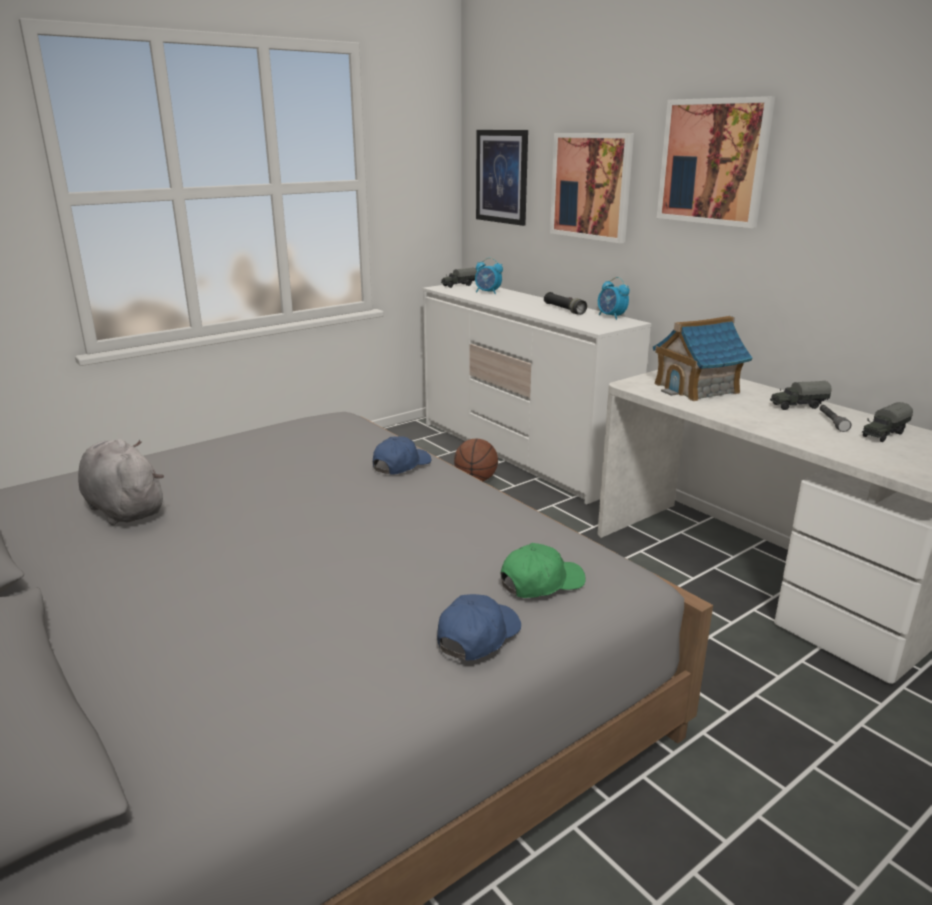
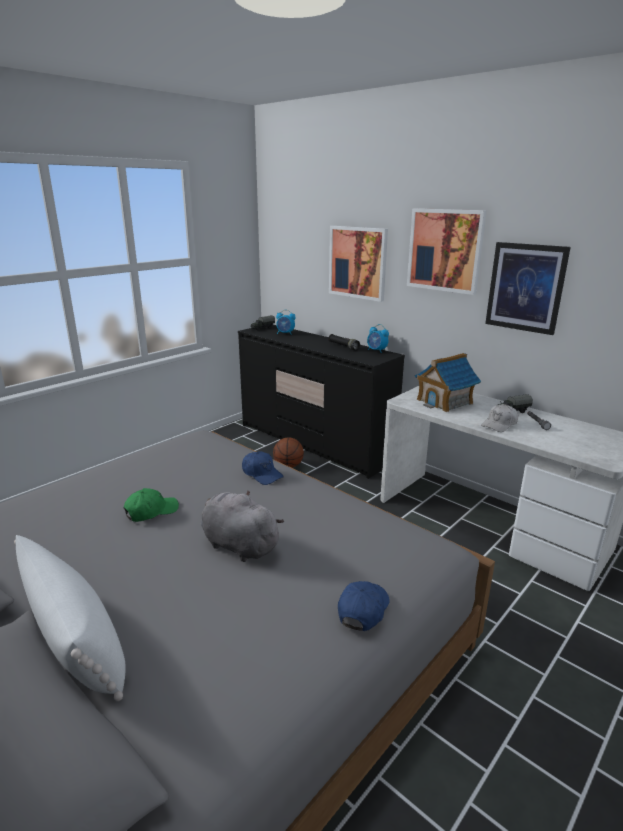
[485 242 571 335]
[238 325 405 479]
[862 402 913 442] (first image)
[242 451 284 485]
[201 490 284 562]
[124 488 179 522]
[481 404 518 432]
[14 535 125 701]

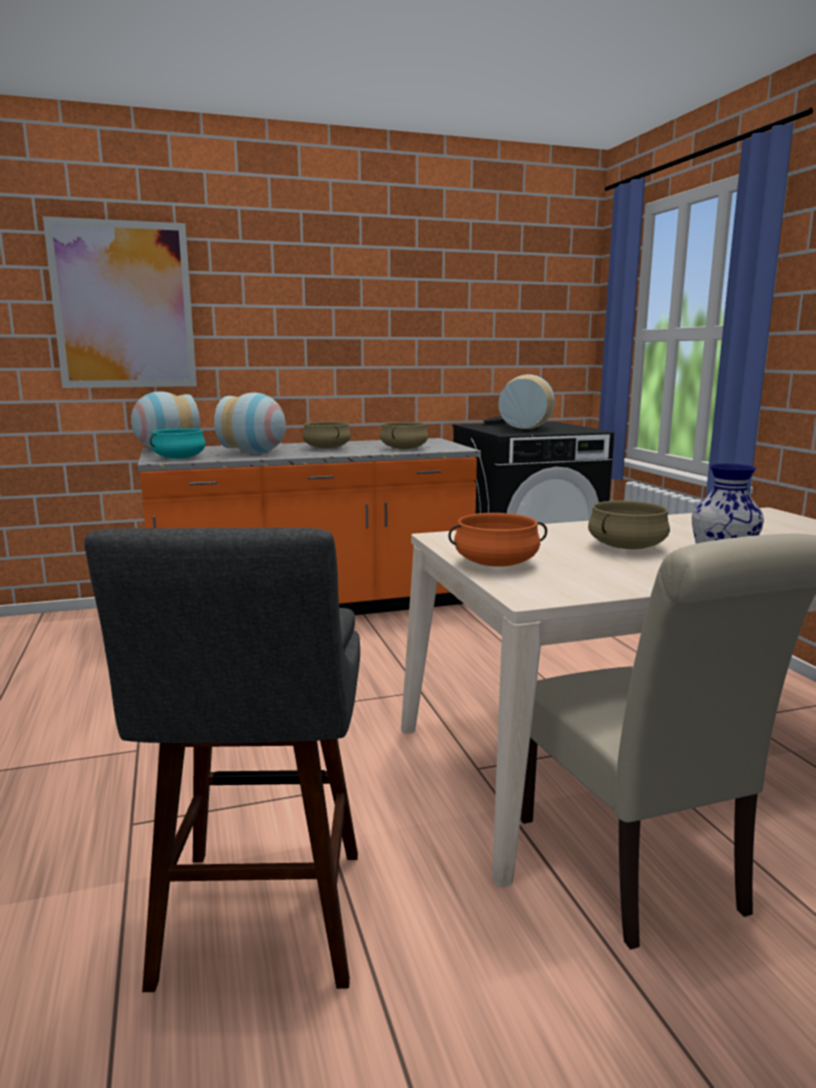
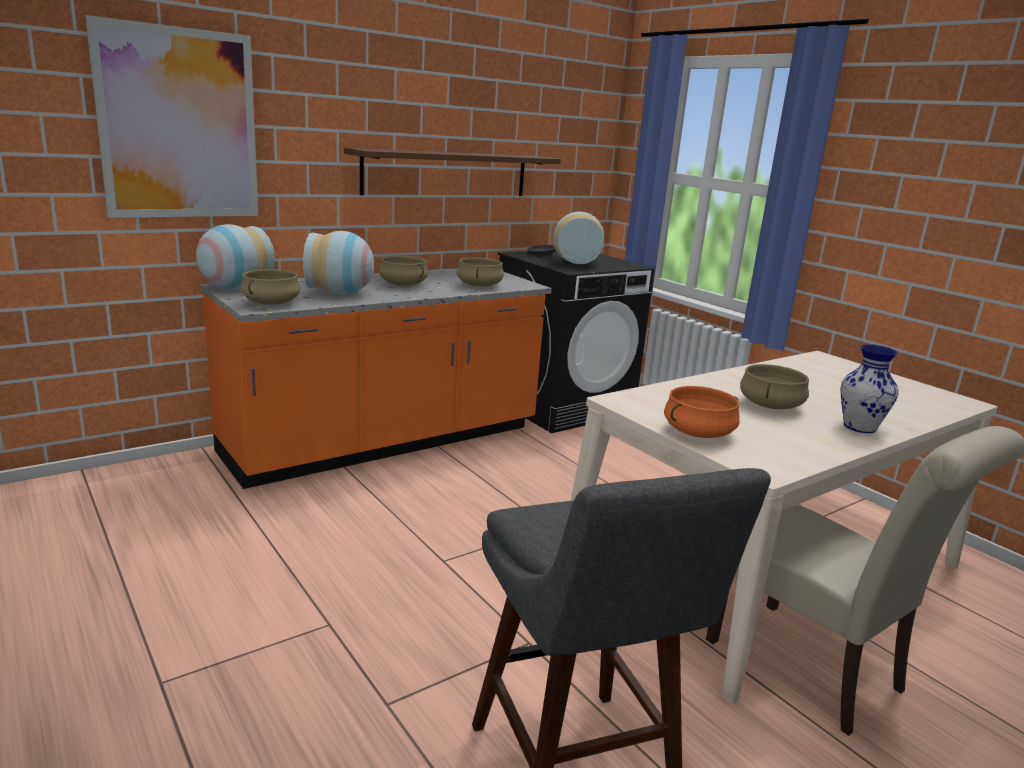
[241 269 300 305]
[344 147 561 196]

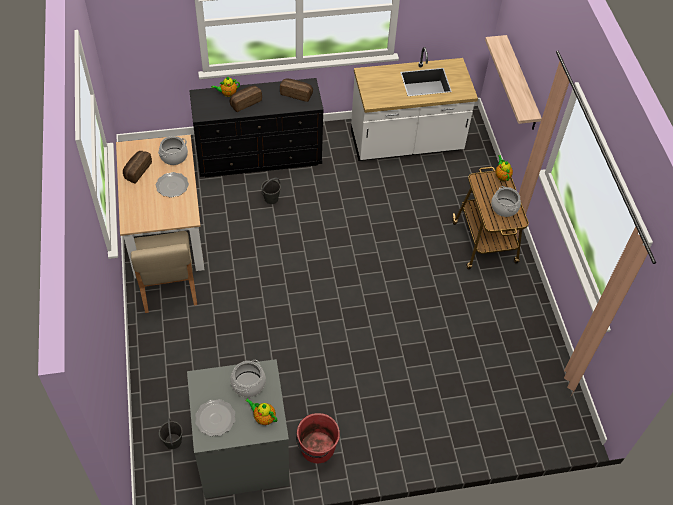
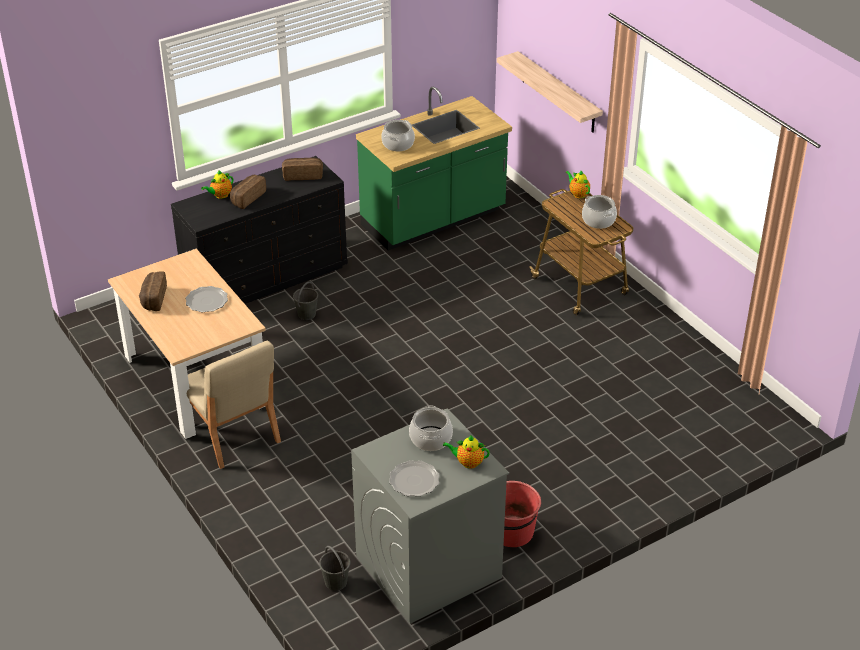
[356 86 512 251]
[381 120 415 151]

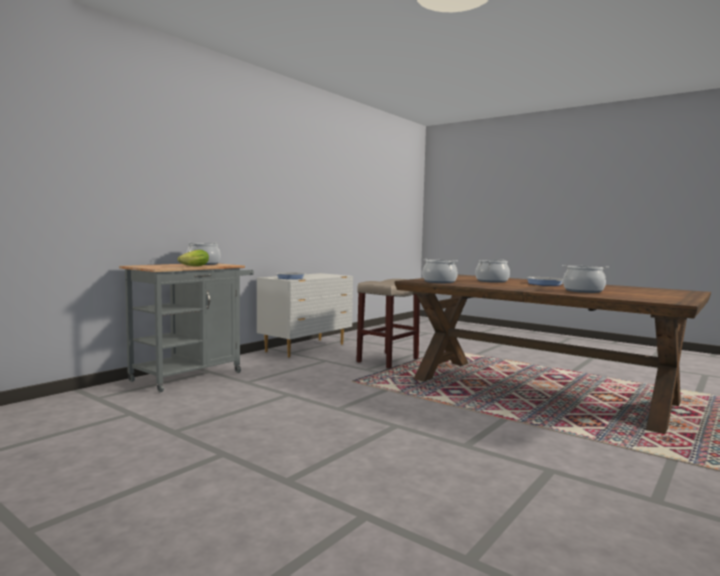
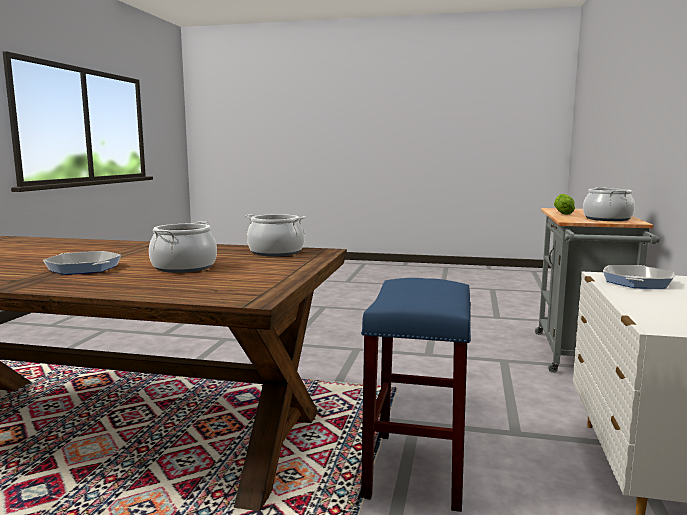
[562 265 609 293] (first image)
[361 278 471 512]

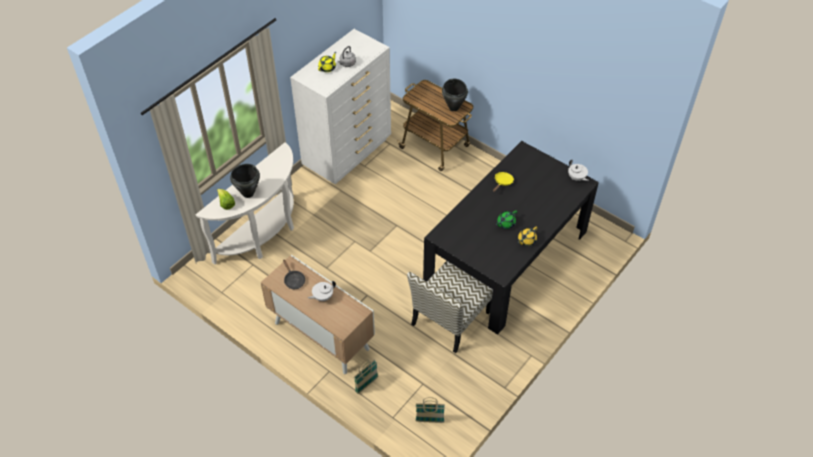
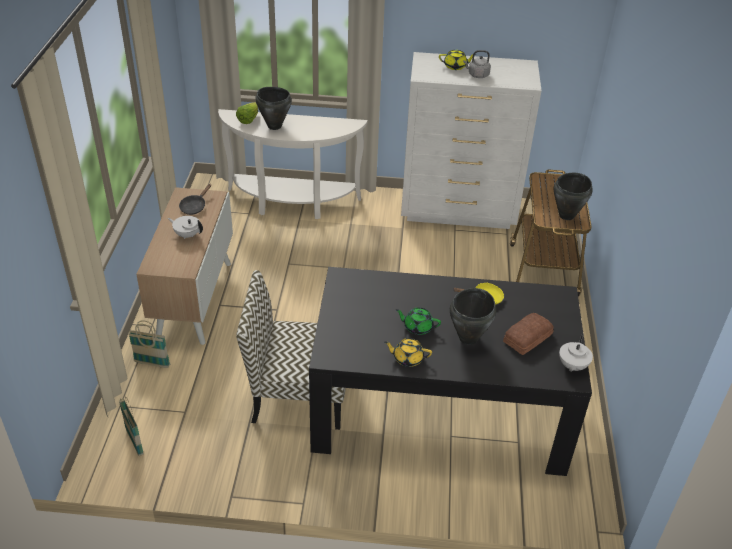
[450 288 496 345]
[503 313 554 355]

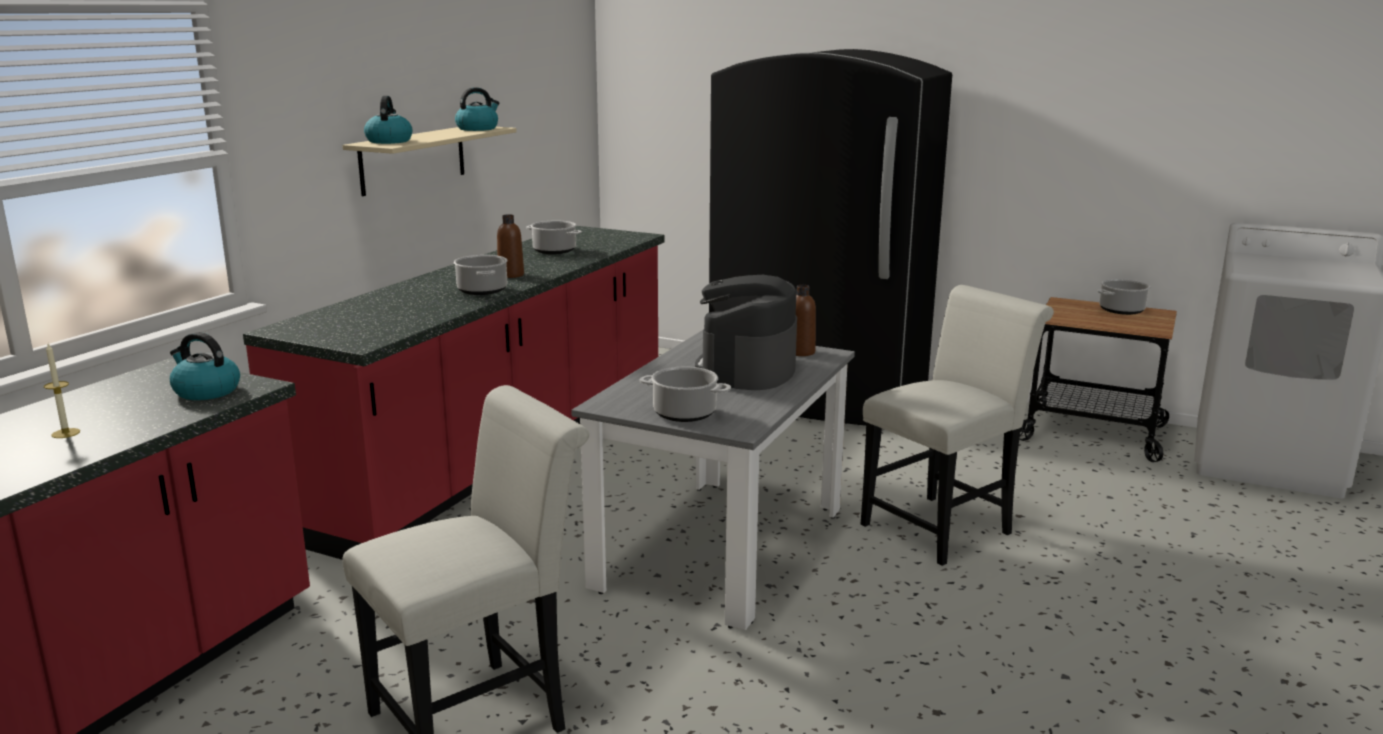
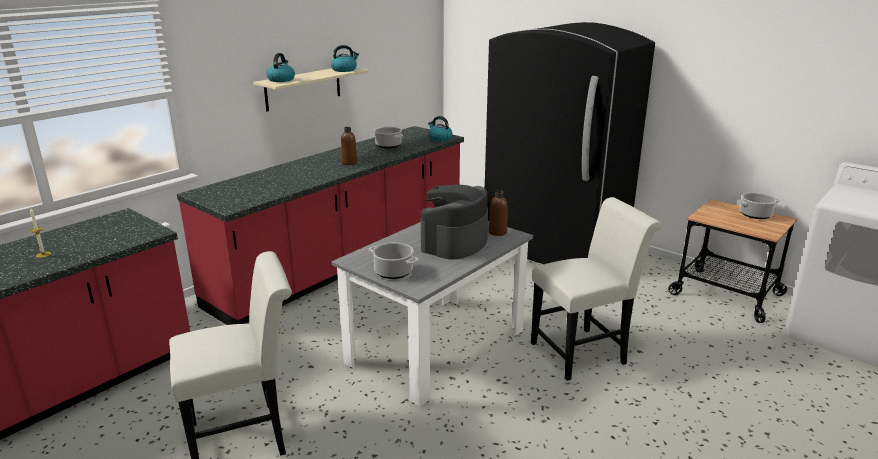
[454 255 508 295] (first image)
[428 116 452 141]

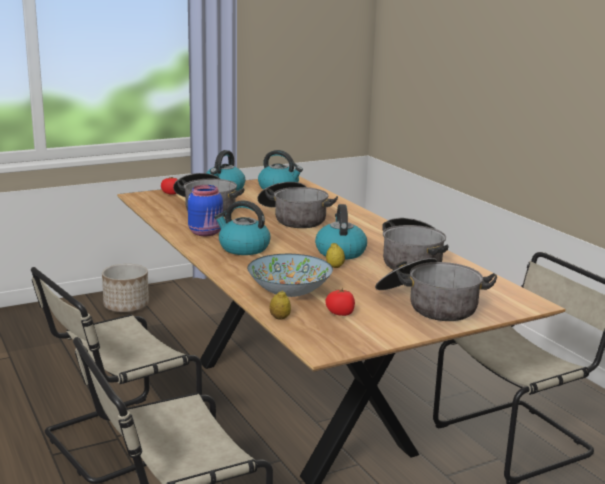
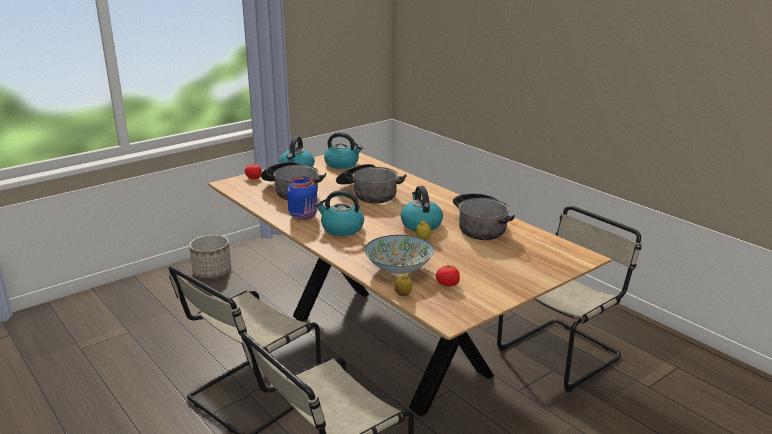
[375 258 497 321] (first image)

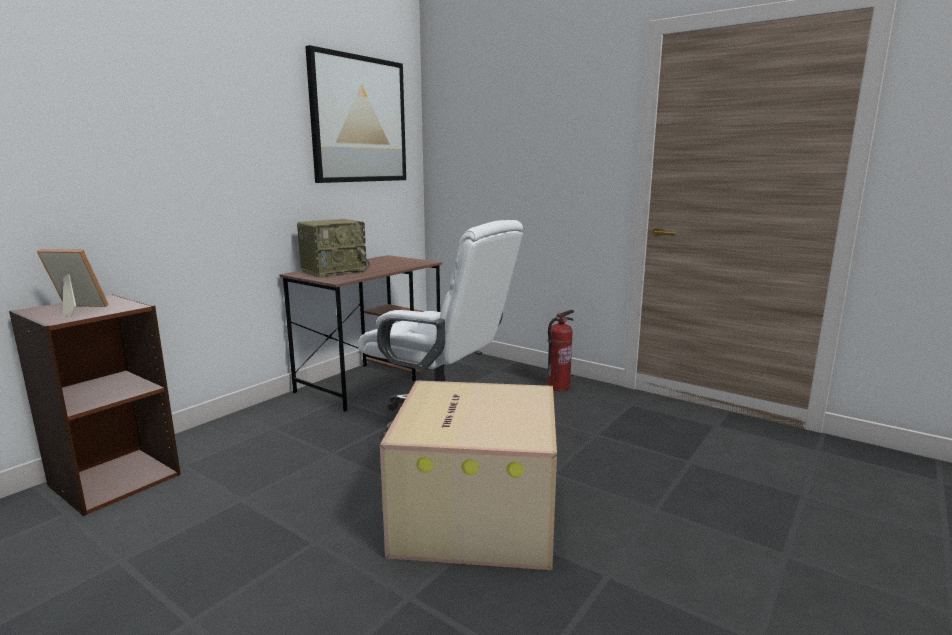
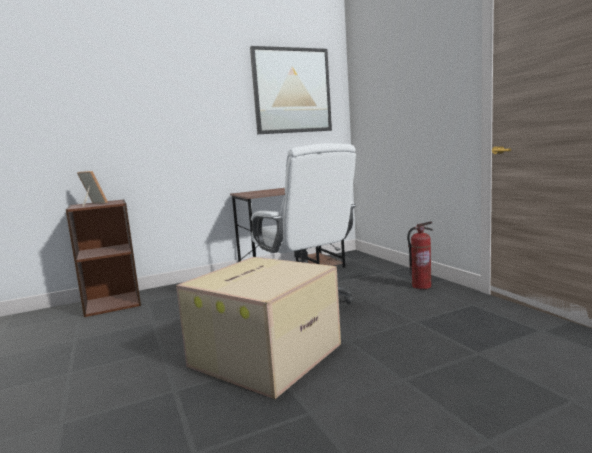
[297 219 370 278] (first image)

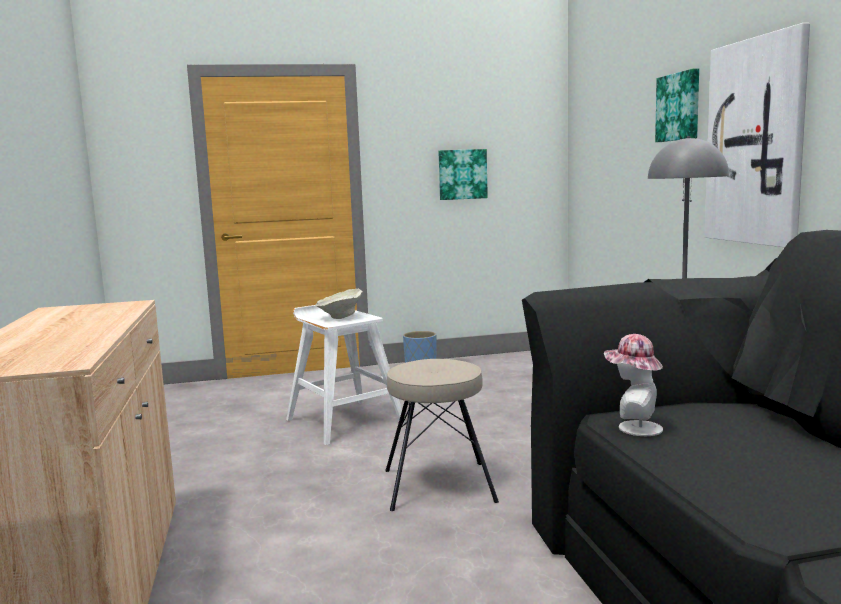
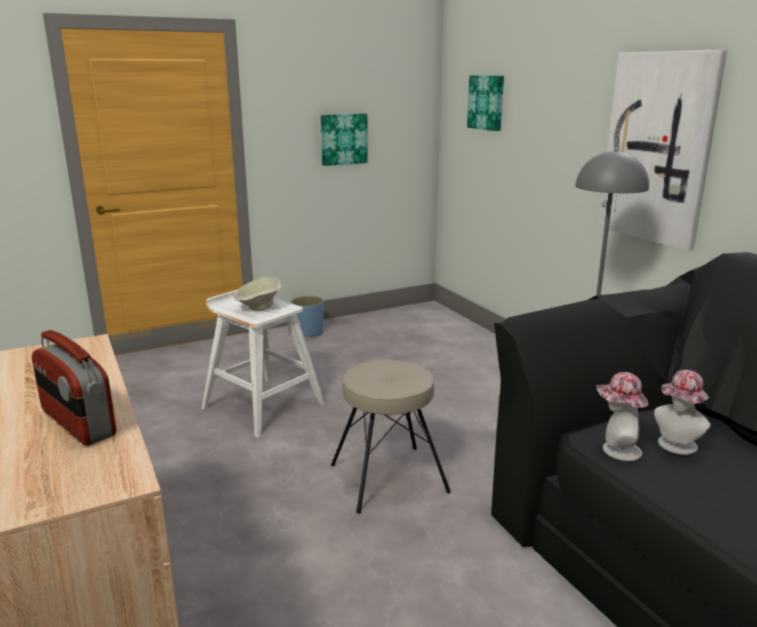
[467 75 504 131]
[32 330 116 446]
[654 370 711 455]

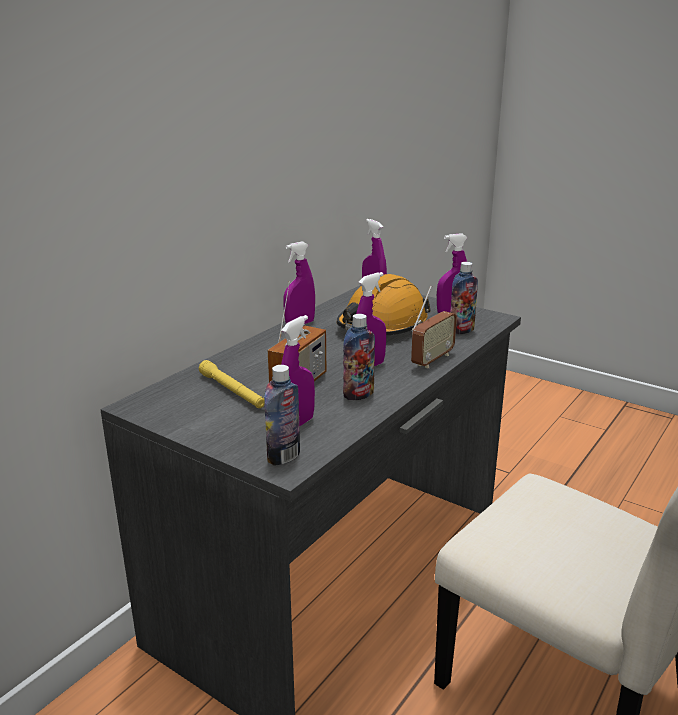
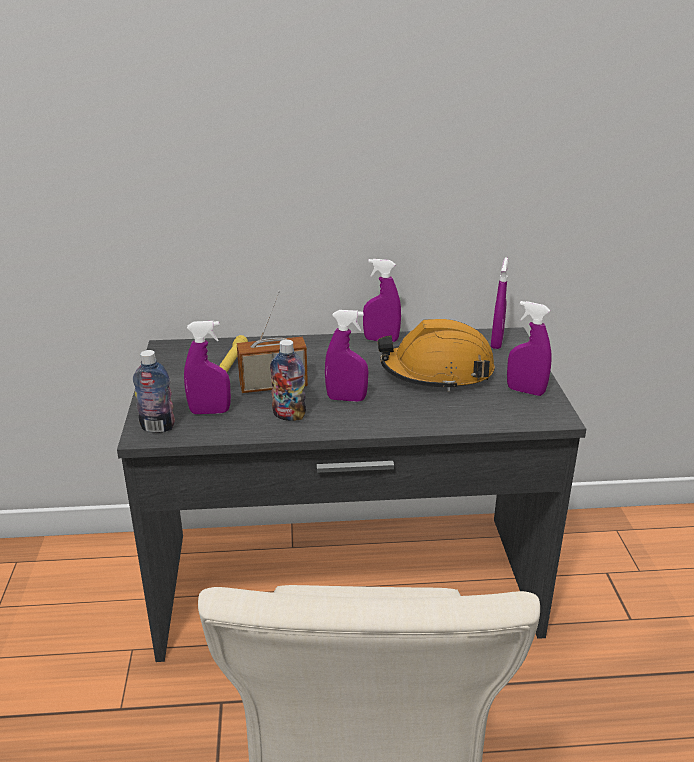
[450 262 478 334] (first image)
[411 286 457 369] (first image)

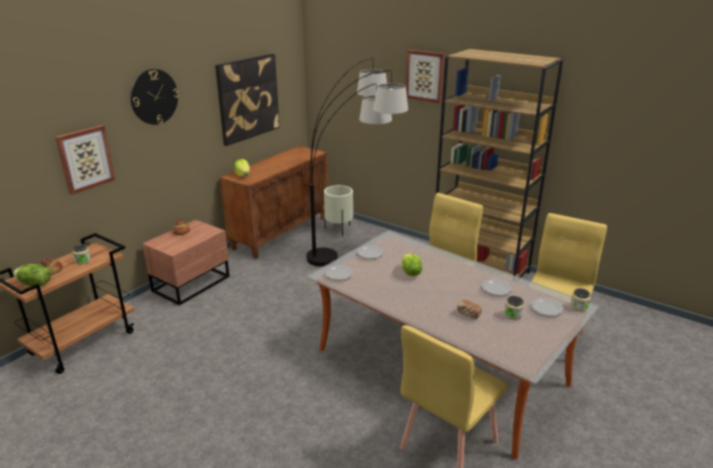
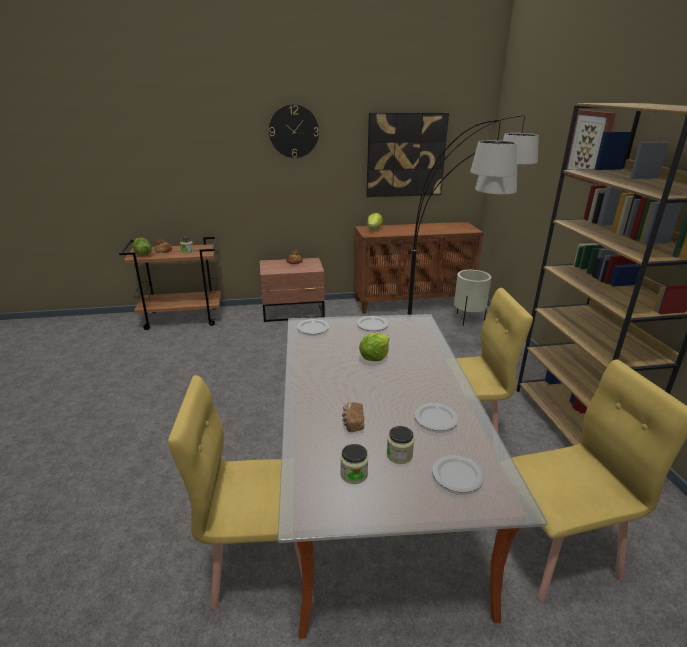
[55 125 115 195] (first image)
[340 444 368 484]

